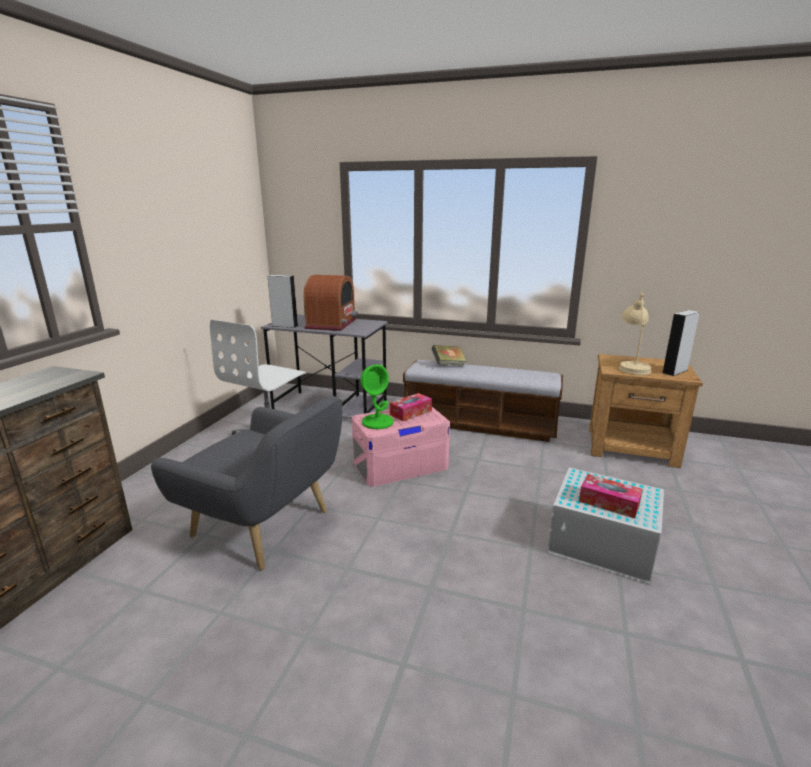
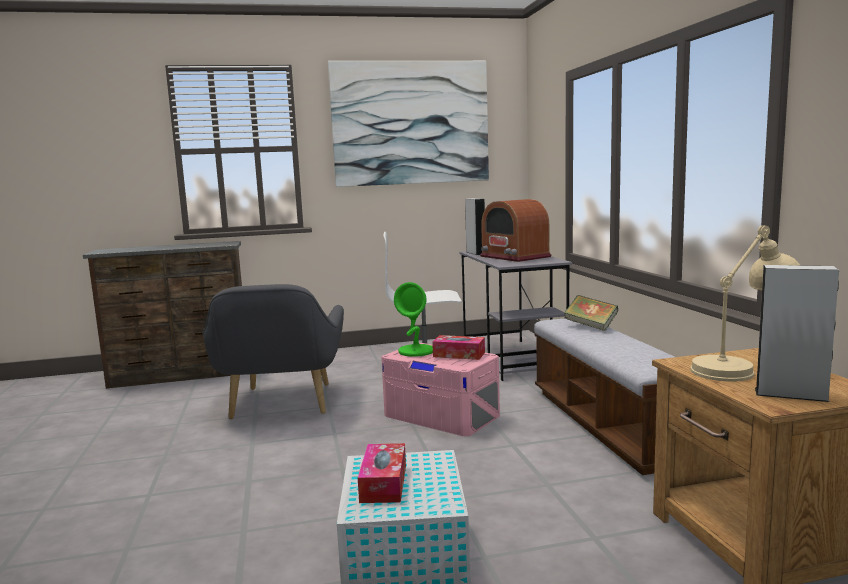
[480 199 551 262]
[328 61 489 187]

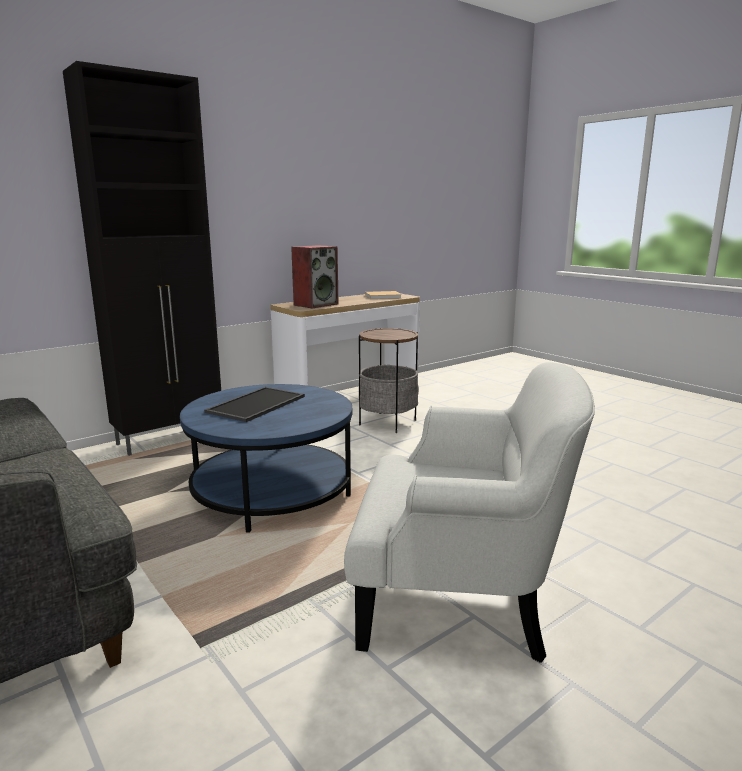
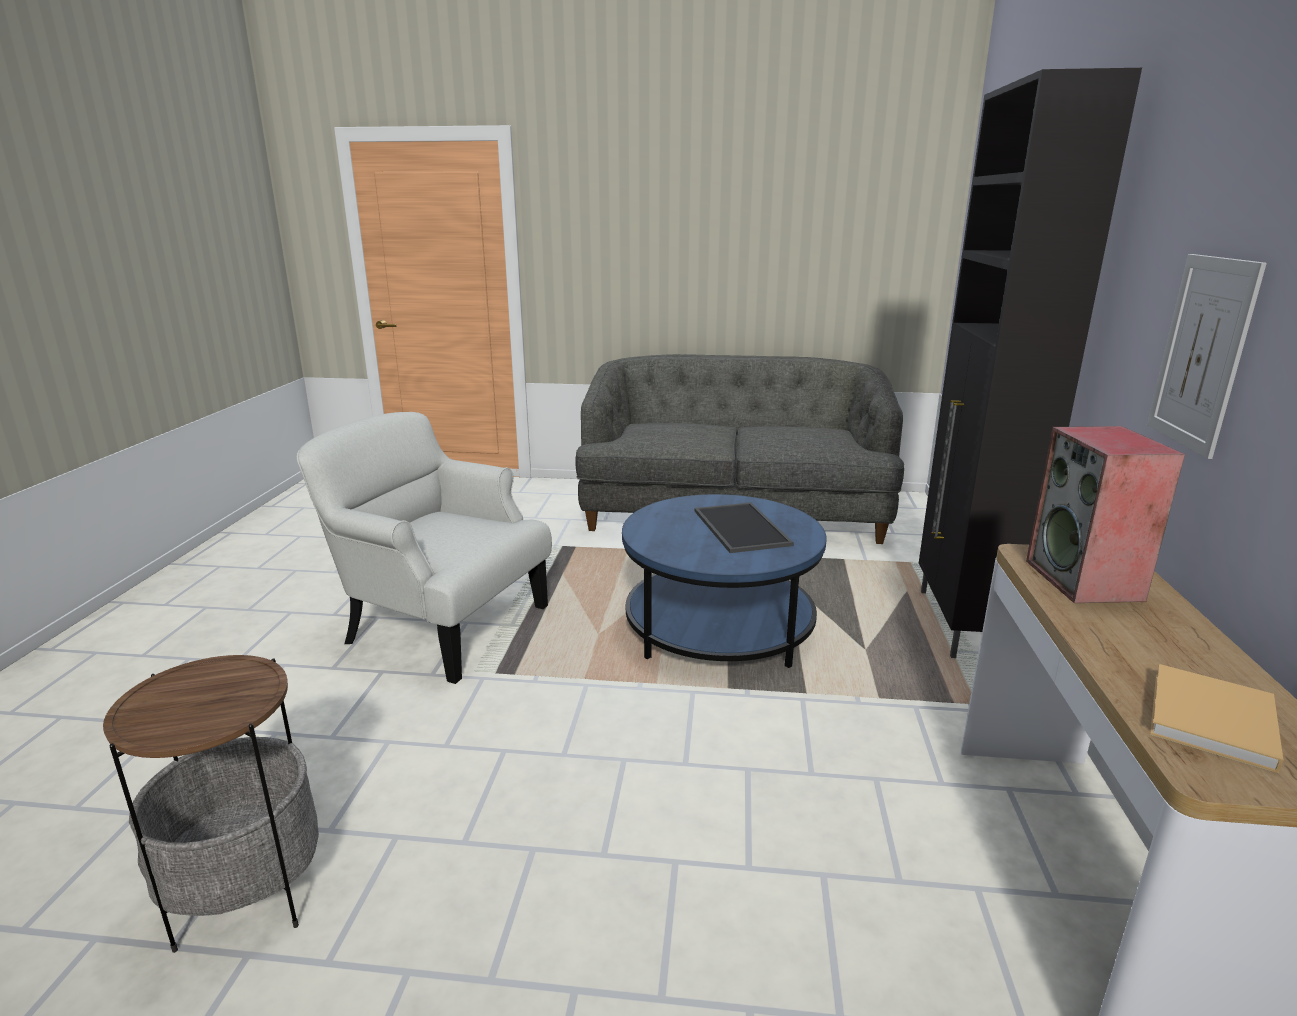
[103 655 319 953]
[297 412 552 684]
[1147 254 1267 459]

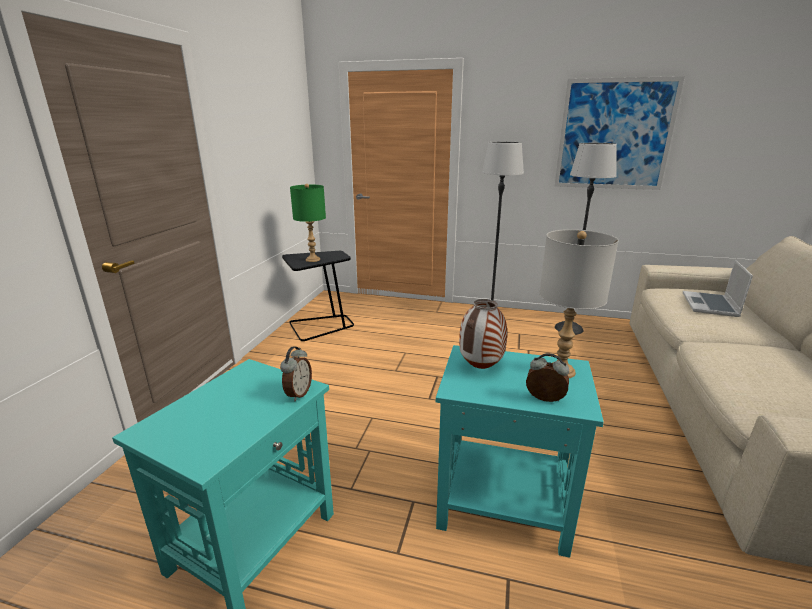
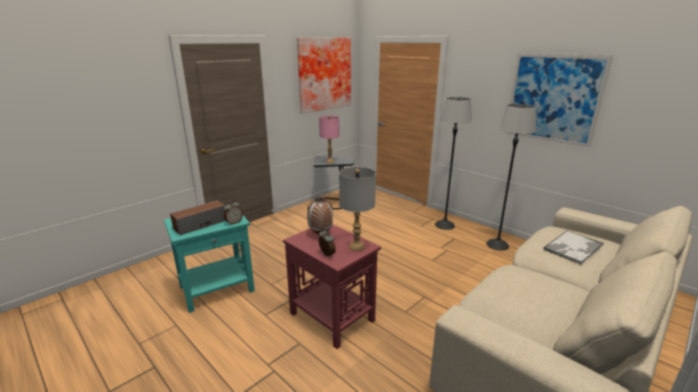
[319 115 339 163]
[543 230 604 264]
[283 224 381 349]
[297 37 351 113]
[170 200 226 236]

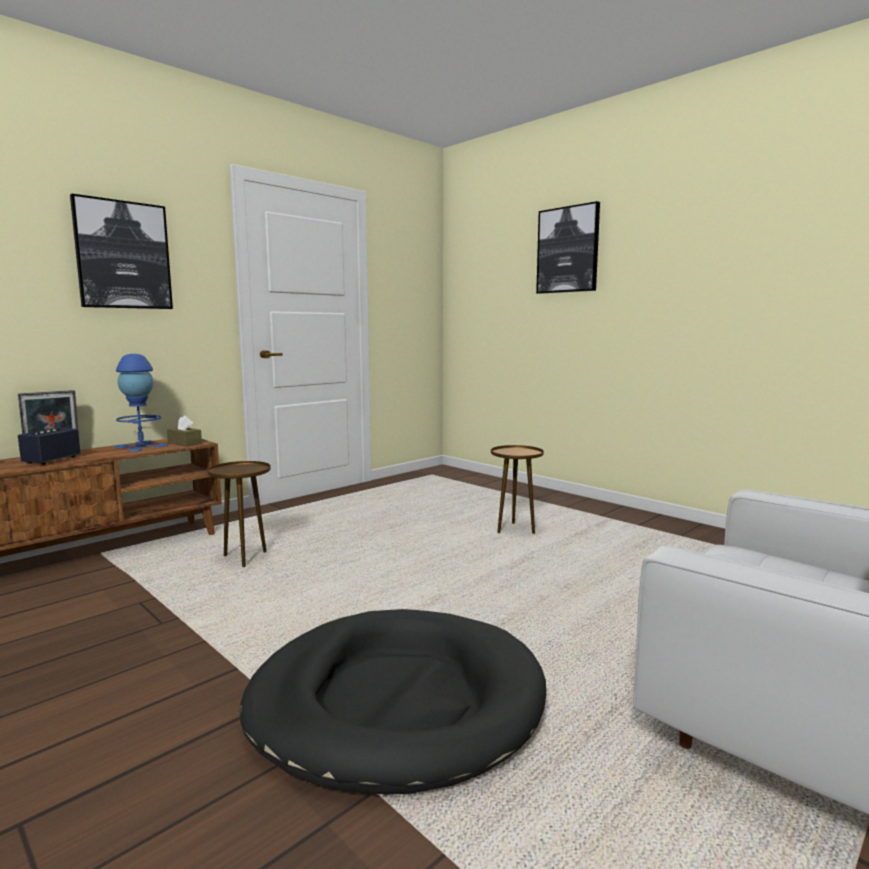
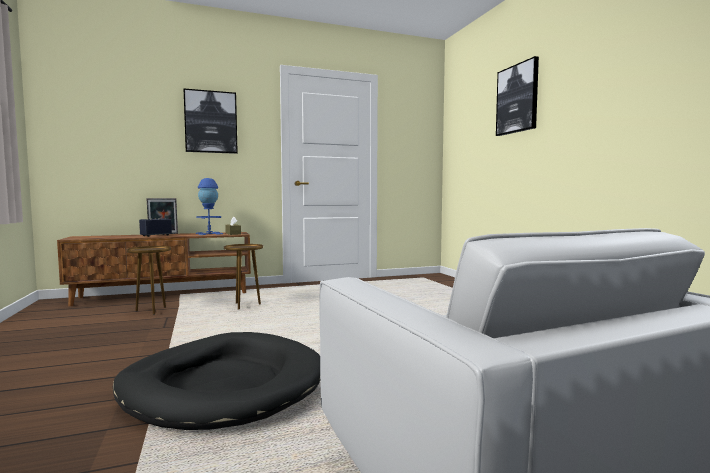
[126 246 171 315]

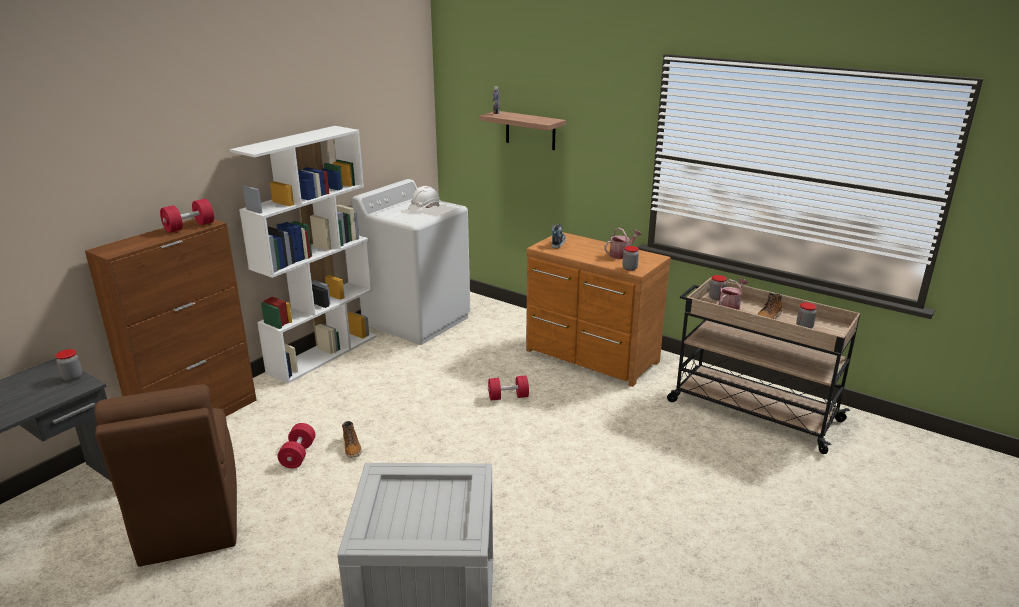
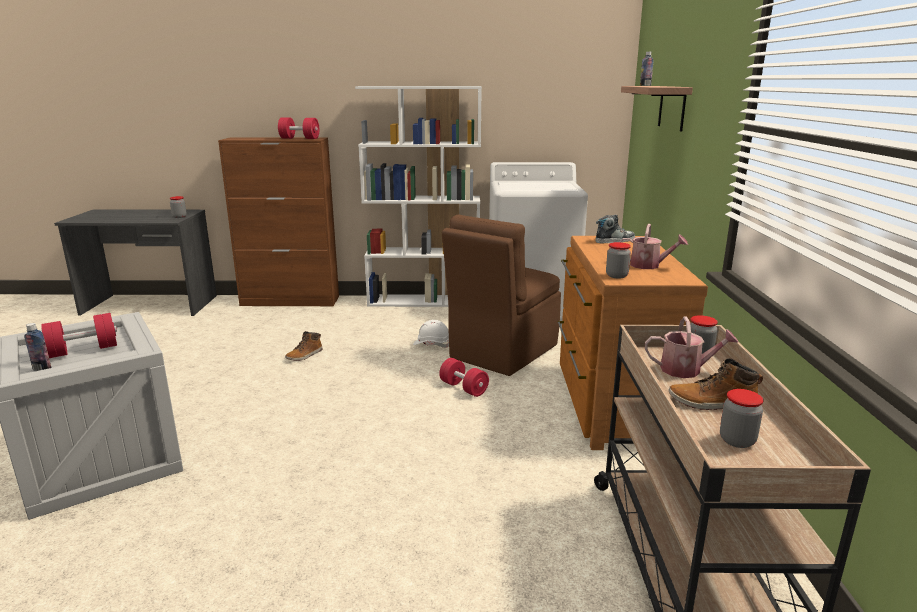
[413 320 449 348]
[442 215 561 376]
[41 313 117 358]
[24 323 52 371]

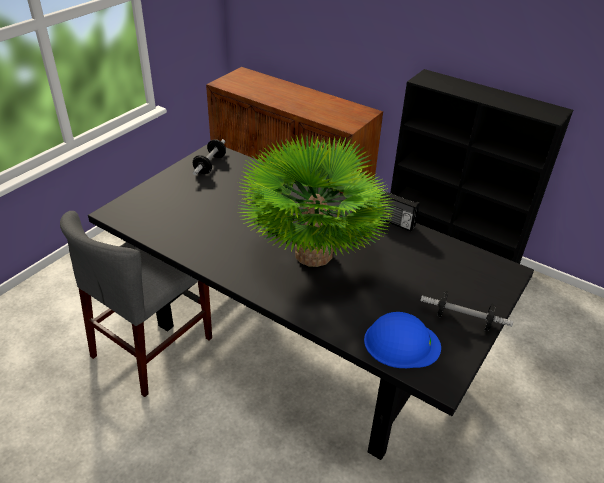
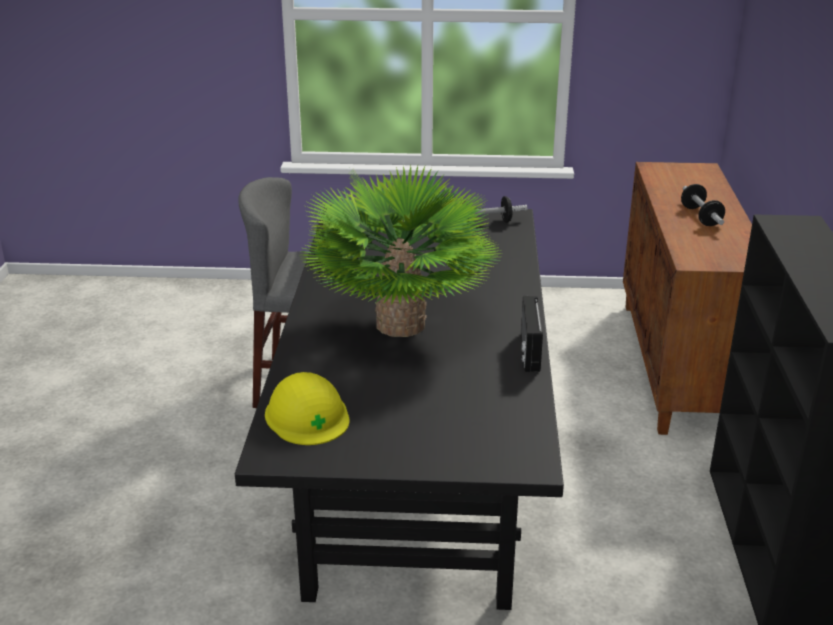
[681 184 725 226]
[265 372 350 445]

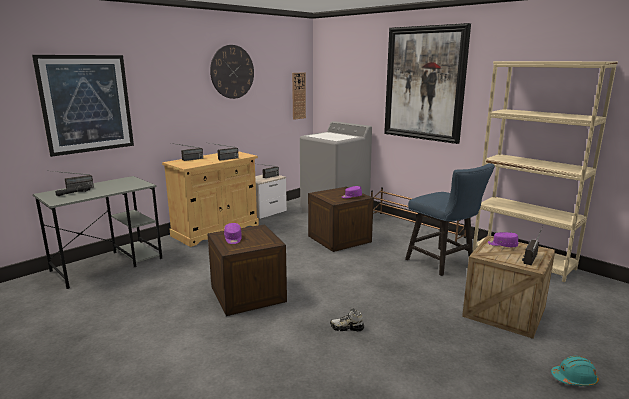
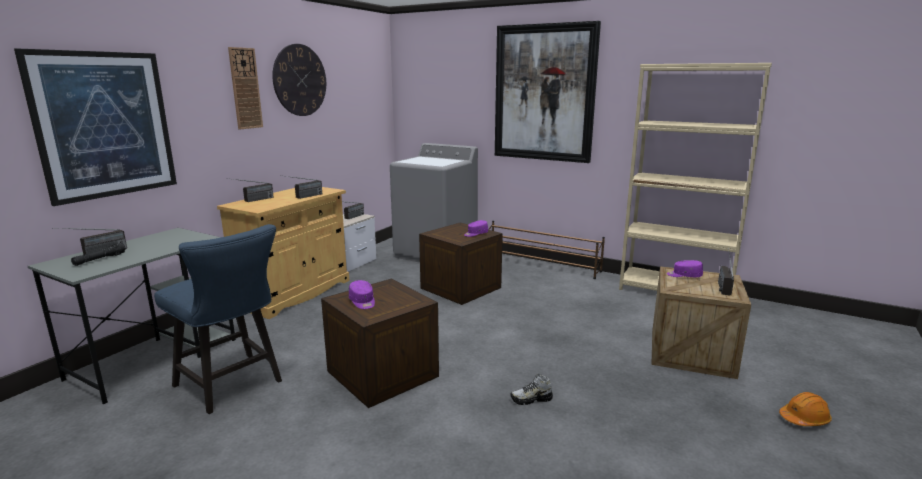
[228 47 263 129]
[154 224 282 414]
[779 392 832 426]

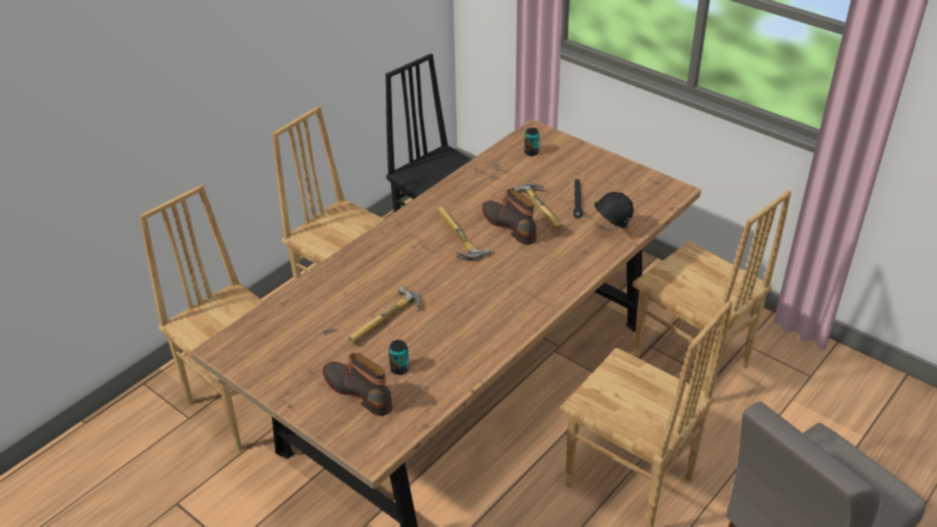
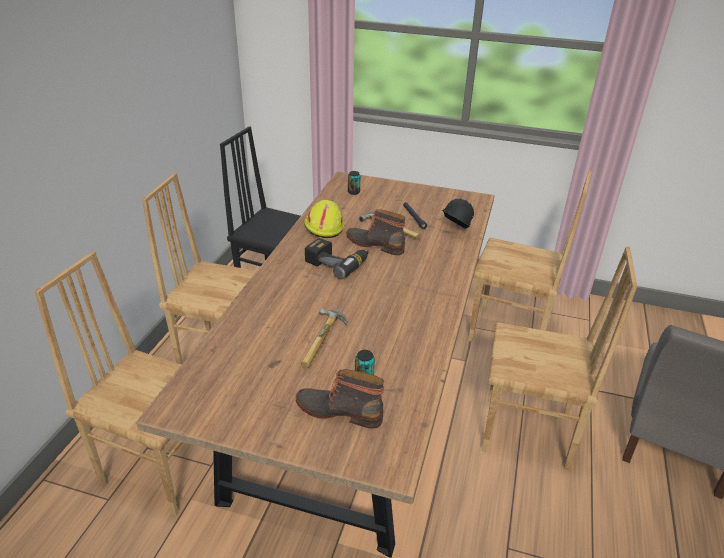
[305 238 369 279]
[304 200 344 238]

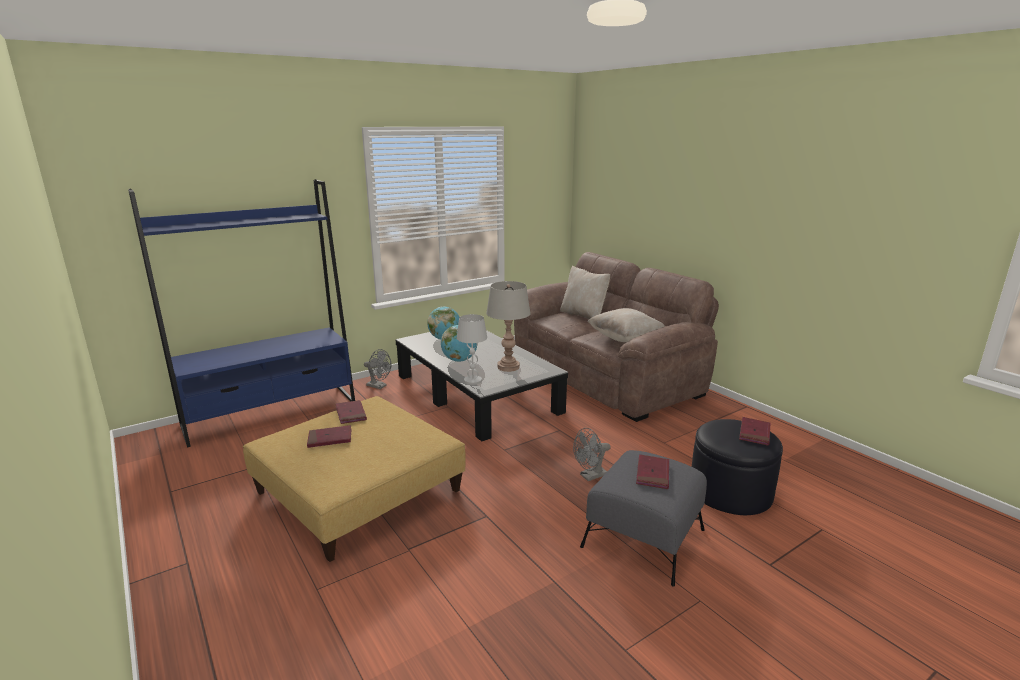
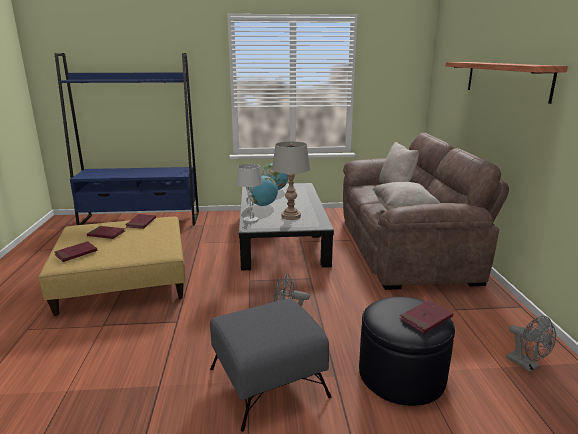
[506 316 556 372]
[54 241 97 262]
[446 62 568 104]

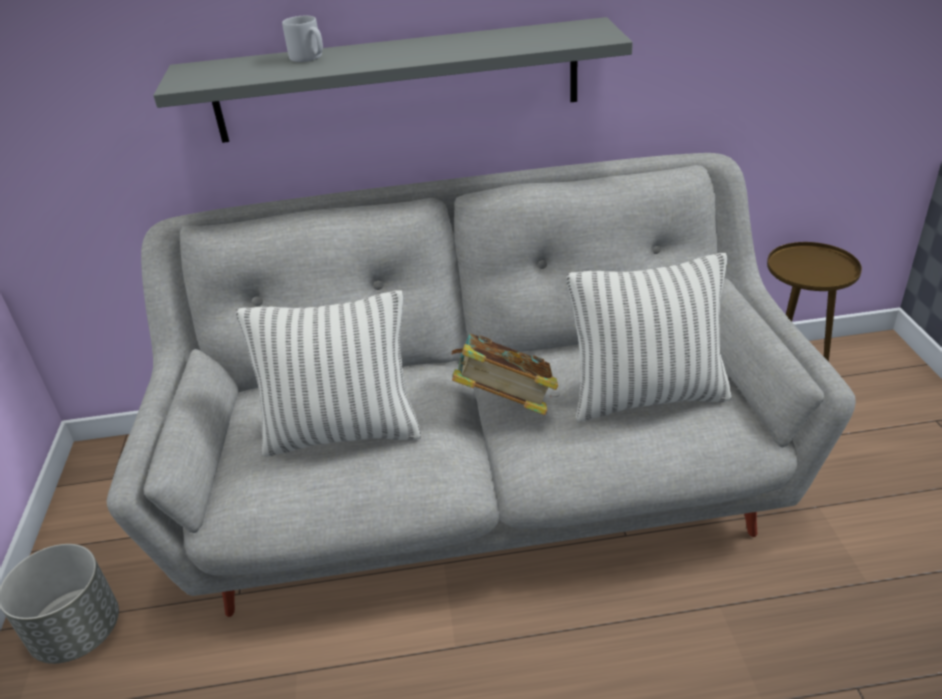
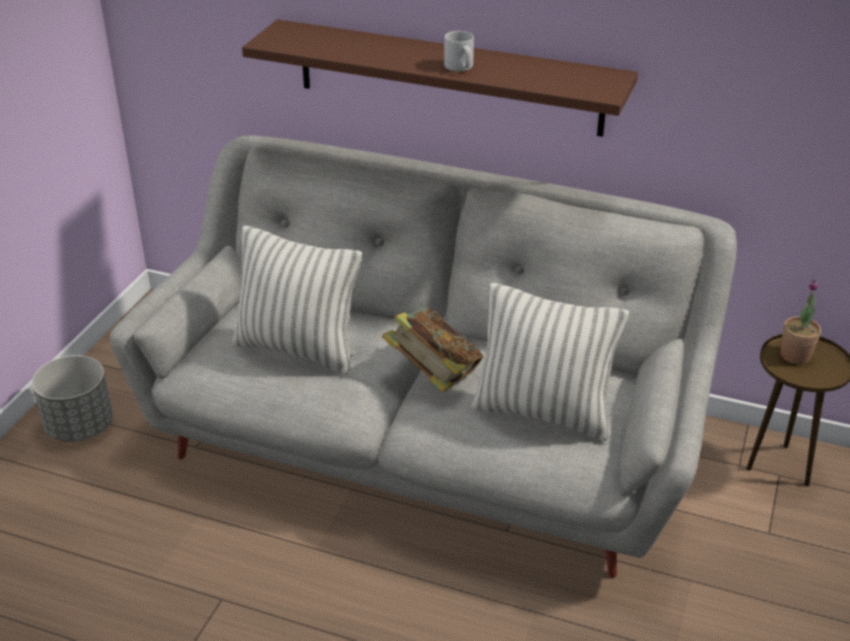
[444 31 474 71]
[242 19 638 137]
[781 280 821 364]

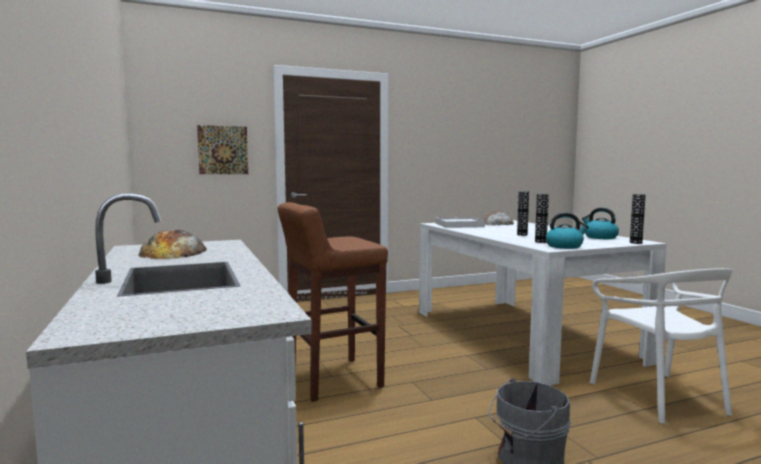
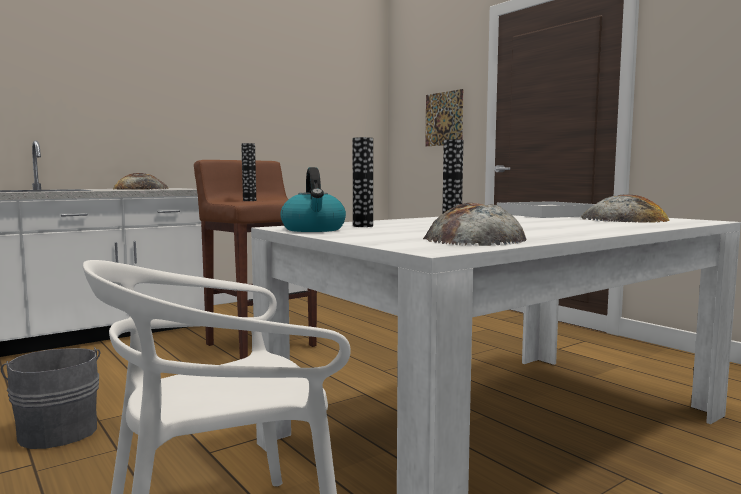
[241 143 256 201]
[423 203 527 246]

